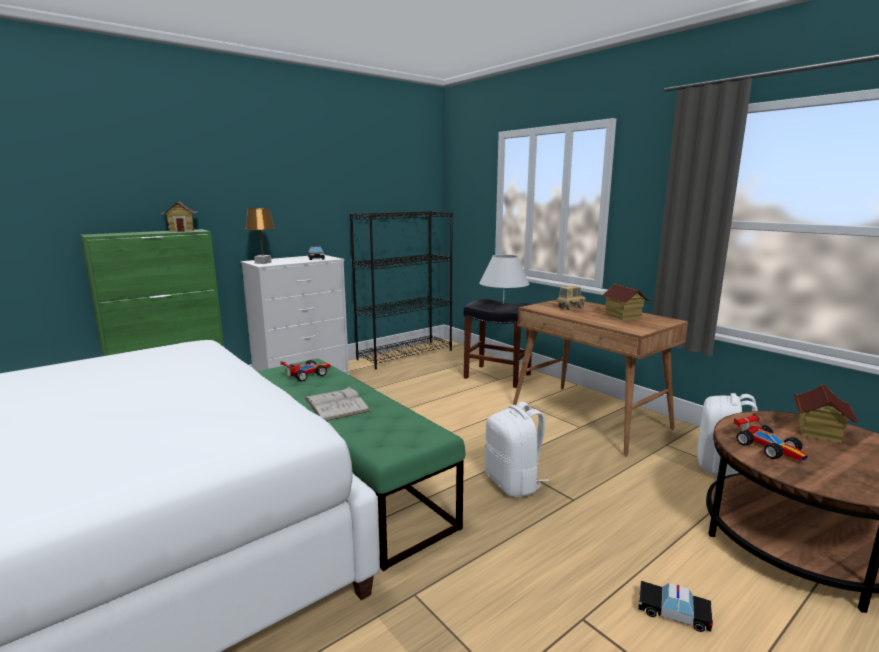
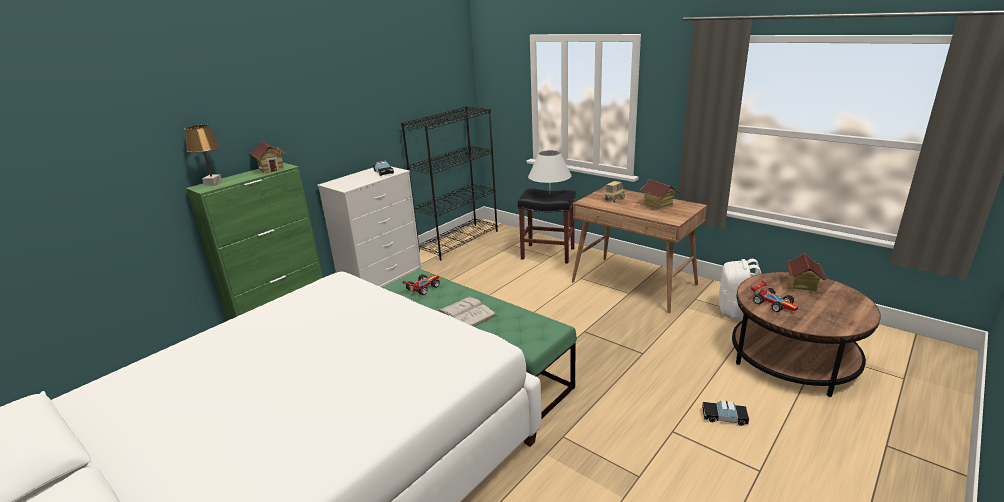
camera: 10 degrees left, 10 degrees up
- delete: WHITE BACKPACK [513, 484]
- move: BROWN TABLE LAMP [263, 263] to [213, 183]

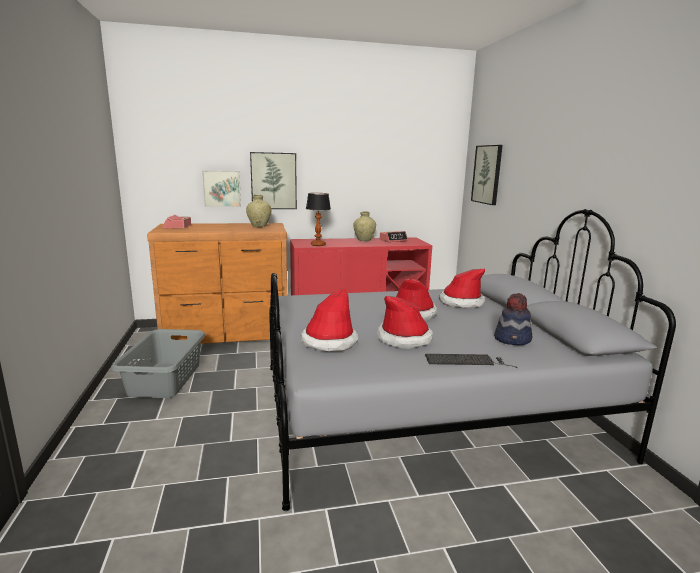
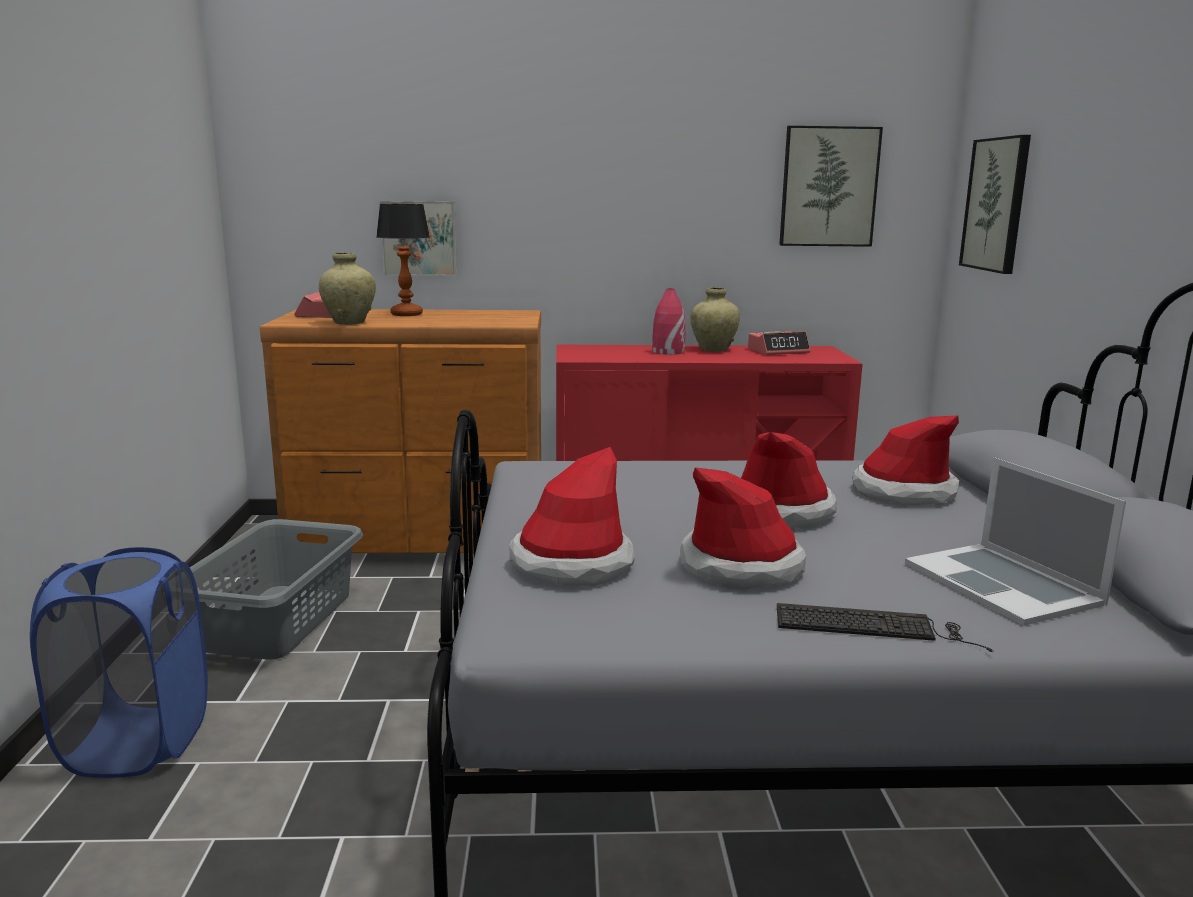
camera: 10 degrees right, 0 degrees up
- insert: BLUE LAUNDRY BASKET [137, 742]
- insert: RED VASE [668, 351]
- move: BEIGE VASE [259, 226] to [349, 322]
- move: PICTURE [273, 181] to [829, 187]
- move: TABLE LAMP [318, 245] to [406, 314]
- replace: HAT [513, 339] to LAPTOP [1002, 583]

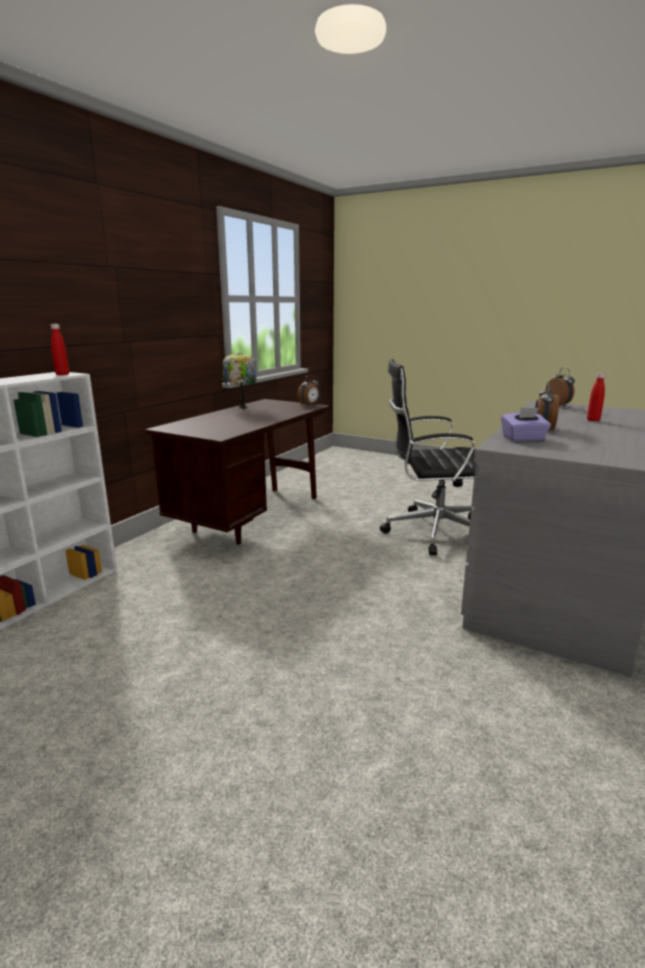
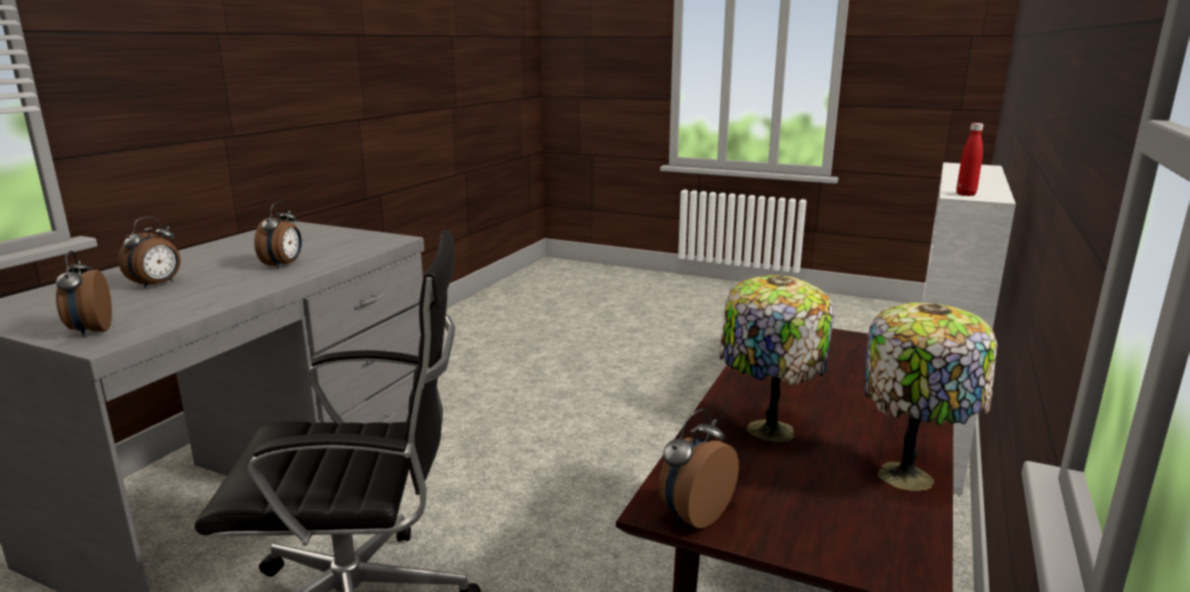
camera: 175 degrees right, 0 degrees up
- delete: PURPLE TISSUE BOX [523, 438]
- insert: TABLE LAMP [767, 431]
- replace: RED BOTTLE [593, 420] to ALARM CLOCK [157, 285]

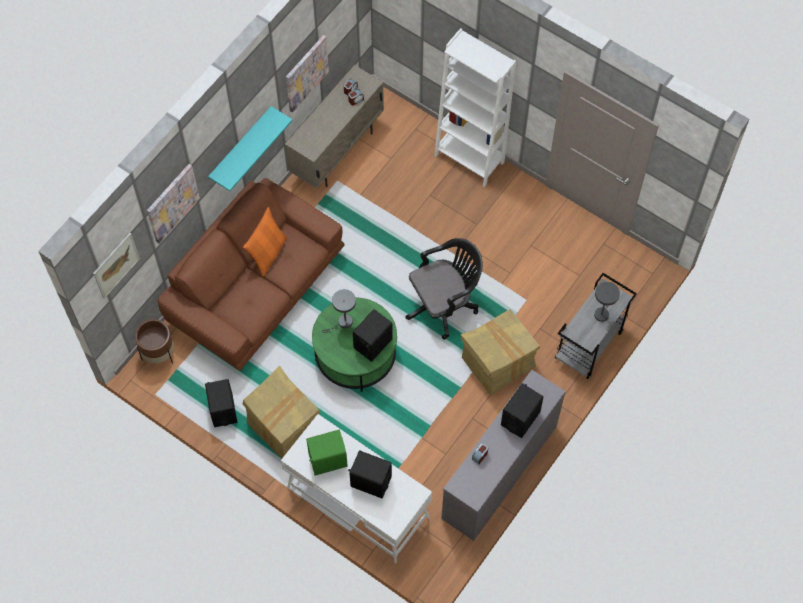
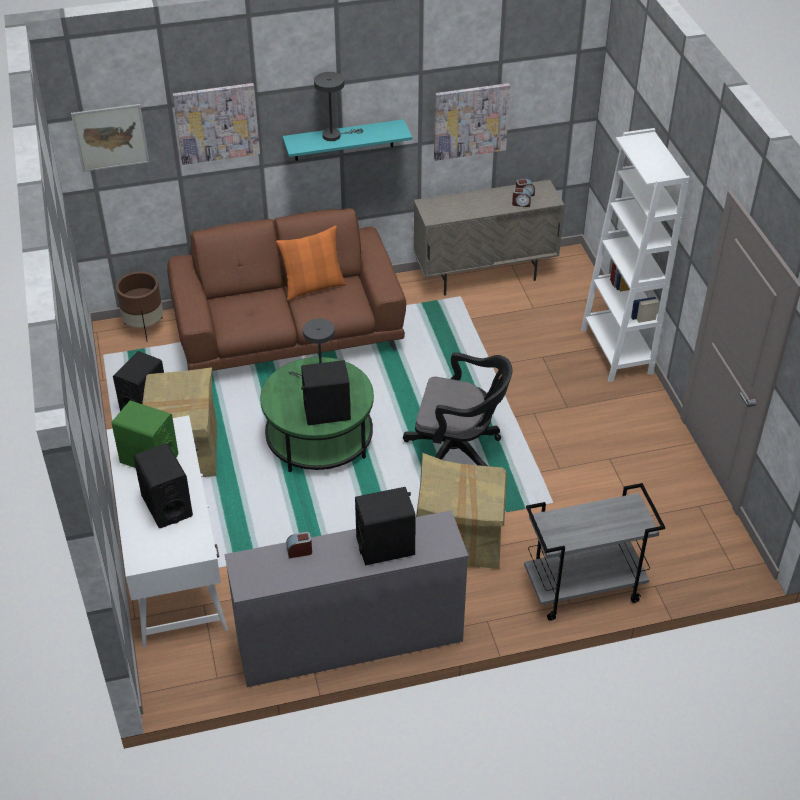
camera: 40 degrees right, 20 degrees down
- move: GREY TABLE LAMP [602, 312] to [334, 135]

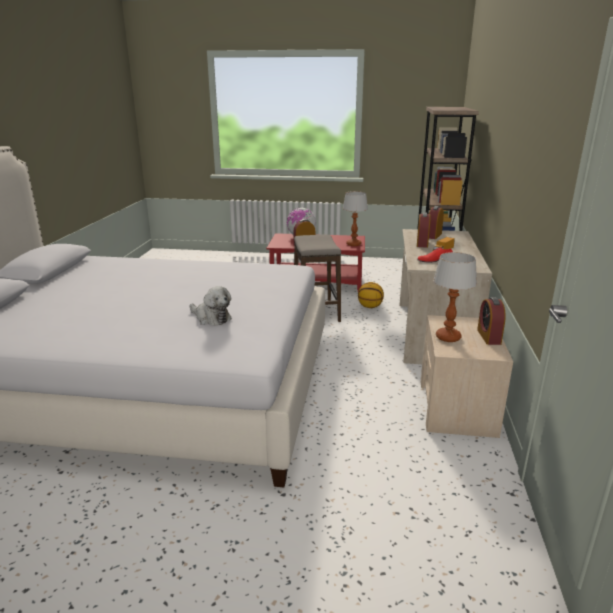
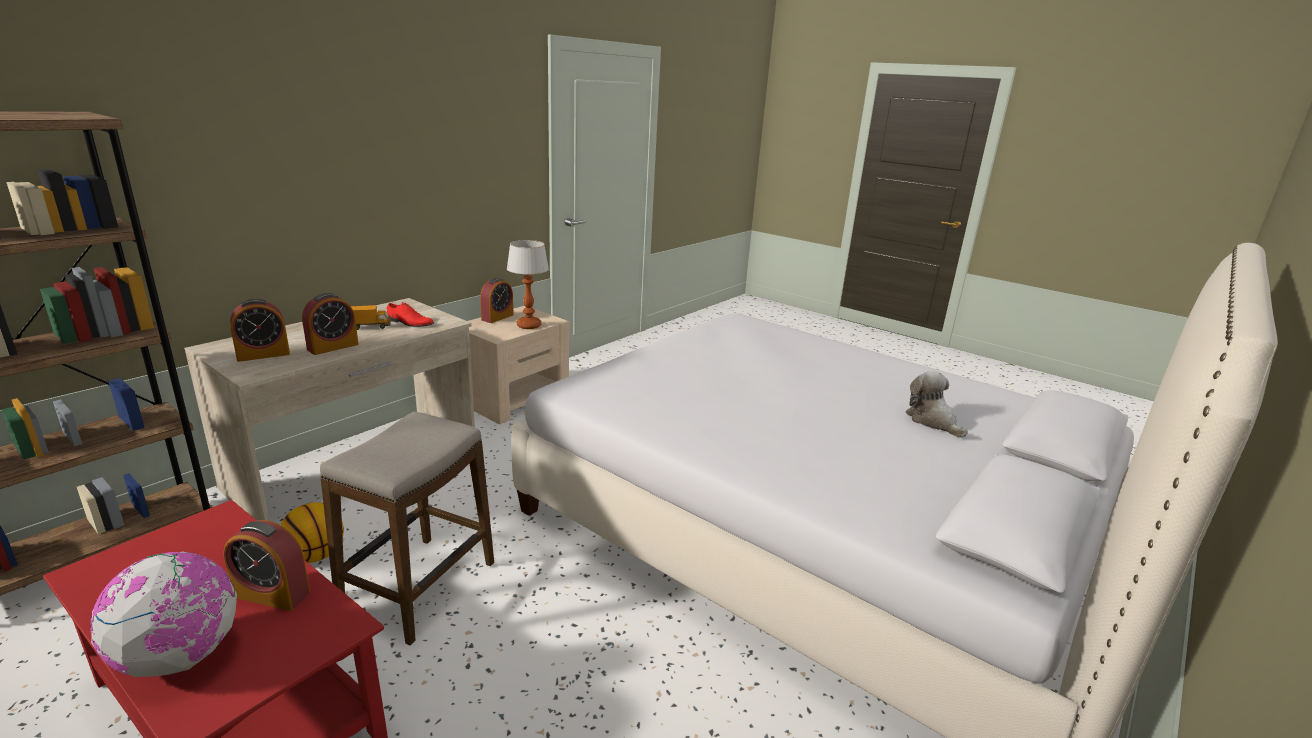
camera: 150 degrees left, 0 degrees up
- delete: TABLE LAMP [353, 244]
- move: PLUSH TOY [211, 318] to [933, 421]

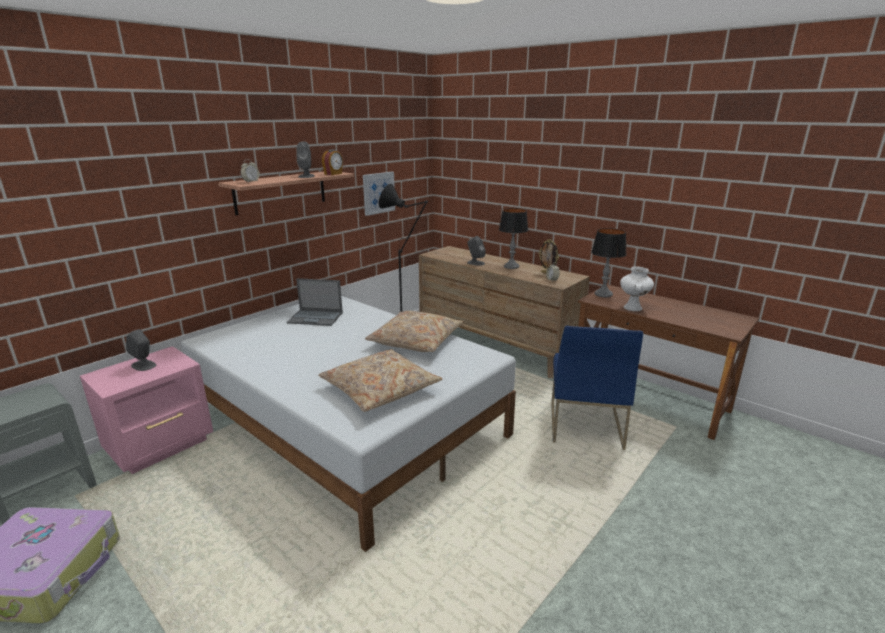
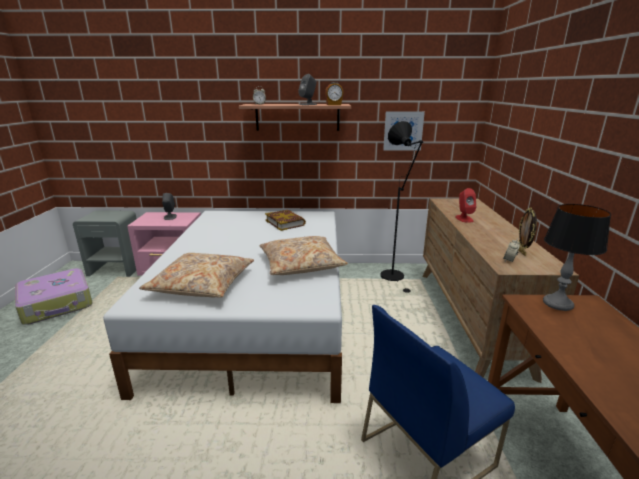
camera: 50 degrees right, 0 degrees up
- delete: TABLE LAMP [511, 266]
- delete: WHITE VASE [633, 308]
- replace: LAPTOP [316, 318] to BOOK [285, 223]
- recolor: GREY SPEAKER [475, 263] to RED SPEAKER [464, 218]

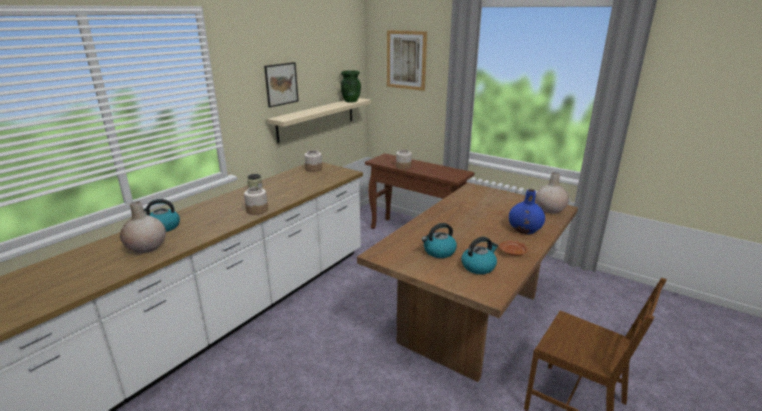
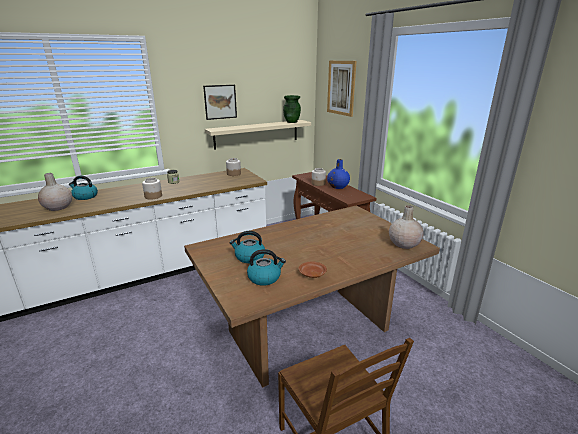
camera: 25 degrees right, 0 degrees up
- move: BLUE VASE [525, 229] to [338, 186]

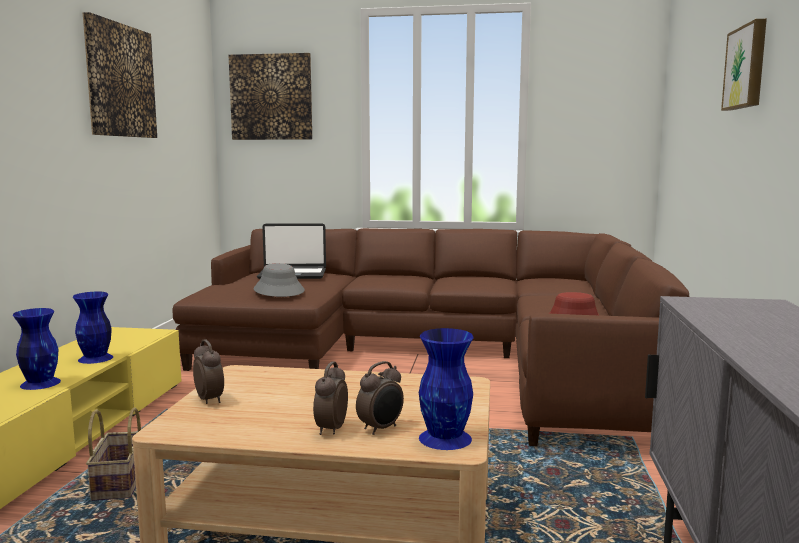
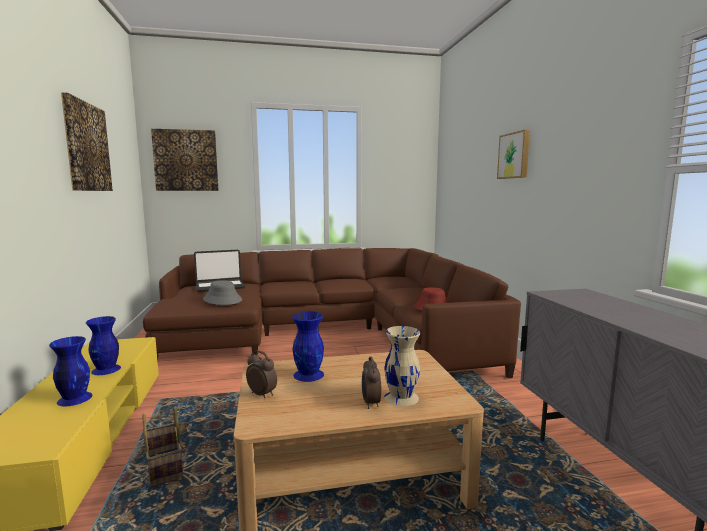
camera: 20 degrees left, 0 degrees up
- move: BLUE VASE [446, 438] to [309, 374]
- replace: ALARM CLOCK [381, 429] to BEIGE VASE [401, 397]

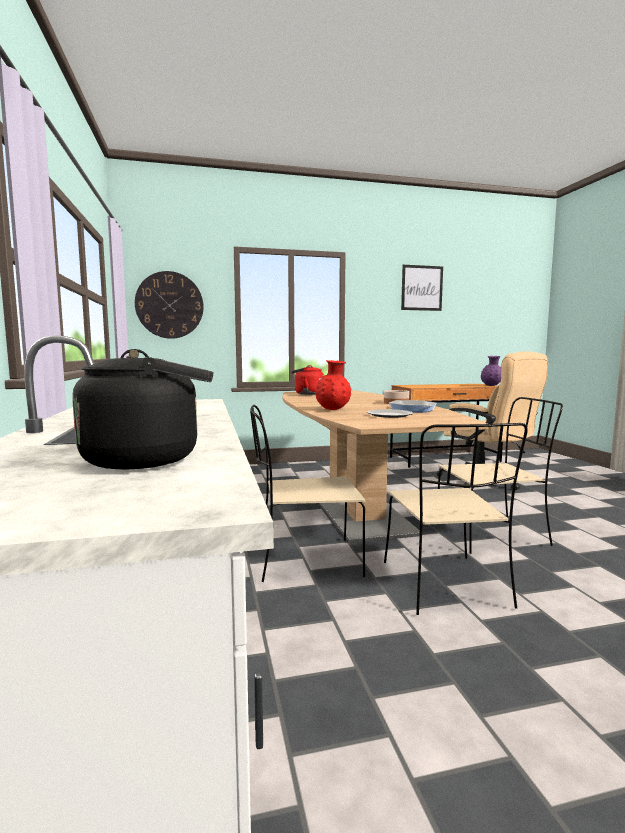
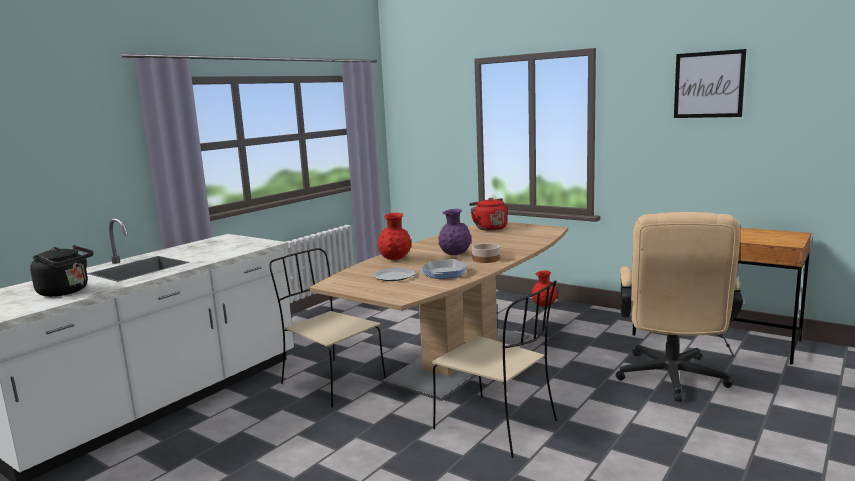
camera: 50 degrees right, 5 degrees up
- delete: WALL CLOCK [169, 305]
- delete: BEIGE CHAIR [446, 585]
- insert: RED VASE [544, 306]
- move: PURPLE VASE [491, 386] to [455, 255]

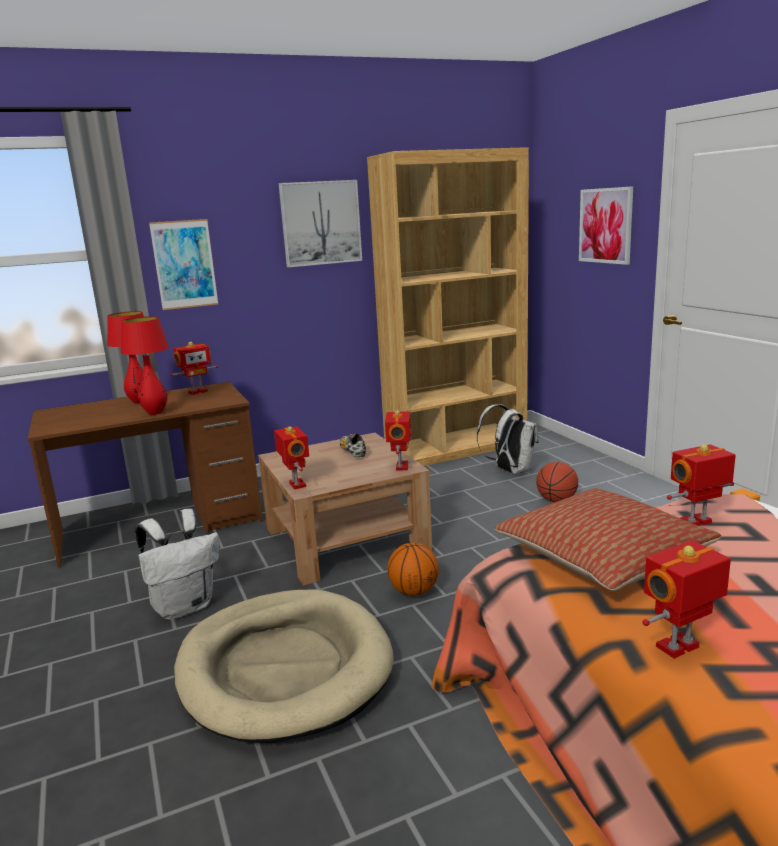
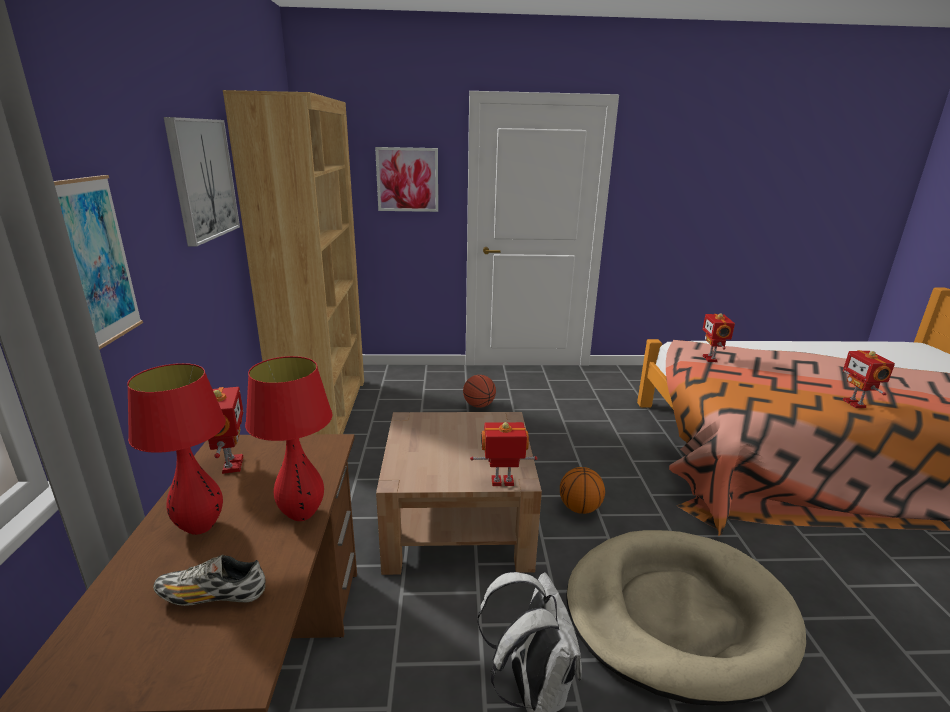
camera: 70 degrees left, 5 degrees up
- delete: TOY ROBOT [400, 467]
- delete: WHITE BACKPACK [510, 471]
- delete: PILLOW [602, 557]
- move: SHOE [352, 452] to [212, 596]

